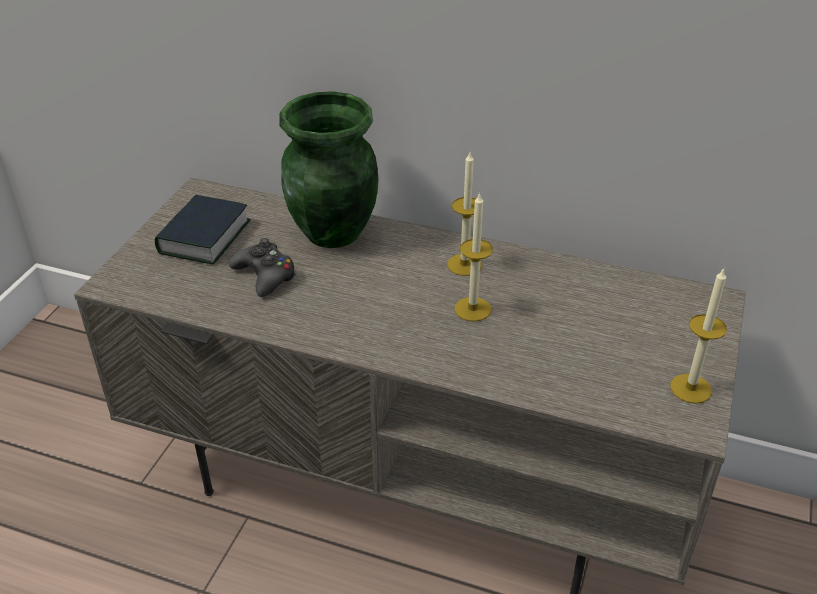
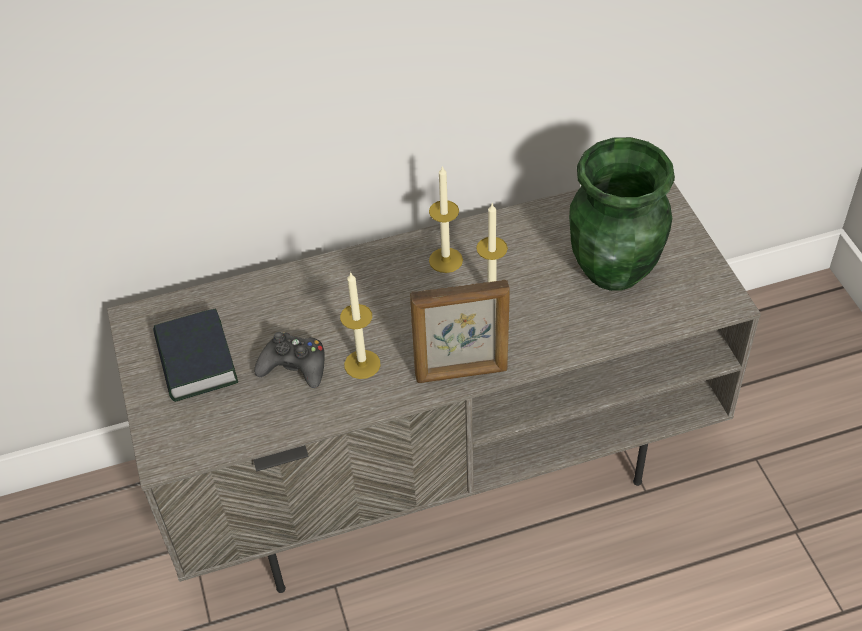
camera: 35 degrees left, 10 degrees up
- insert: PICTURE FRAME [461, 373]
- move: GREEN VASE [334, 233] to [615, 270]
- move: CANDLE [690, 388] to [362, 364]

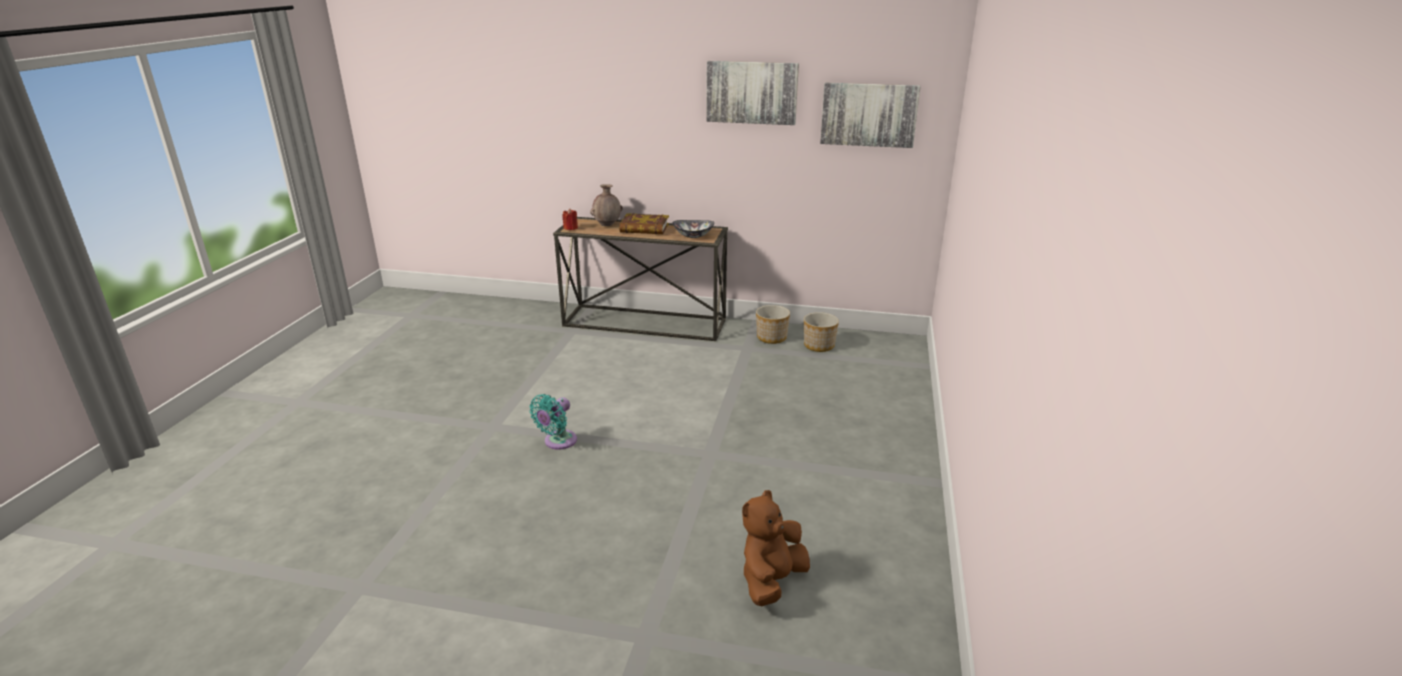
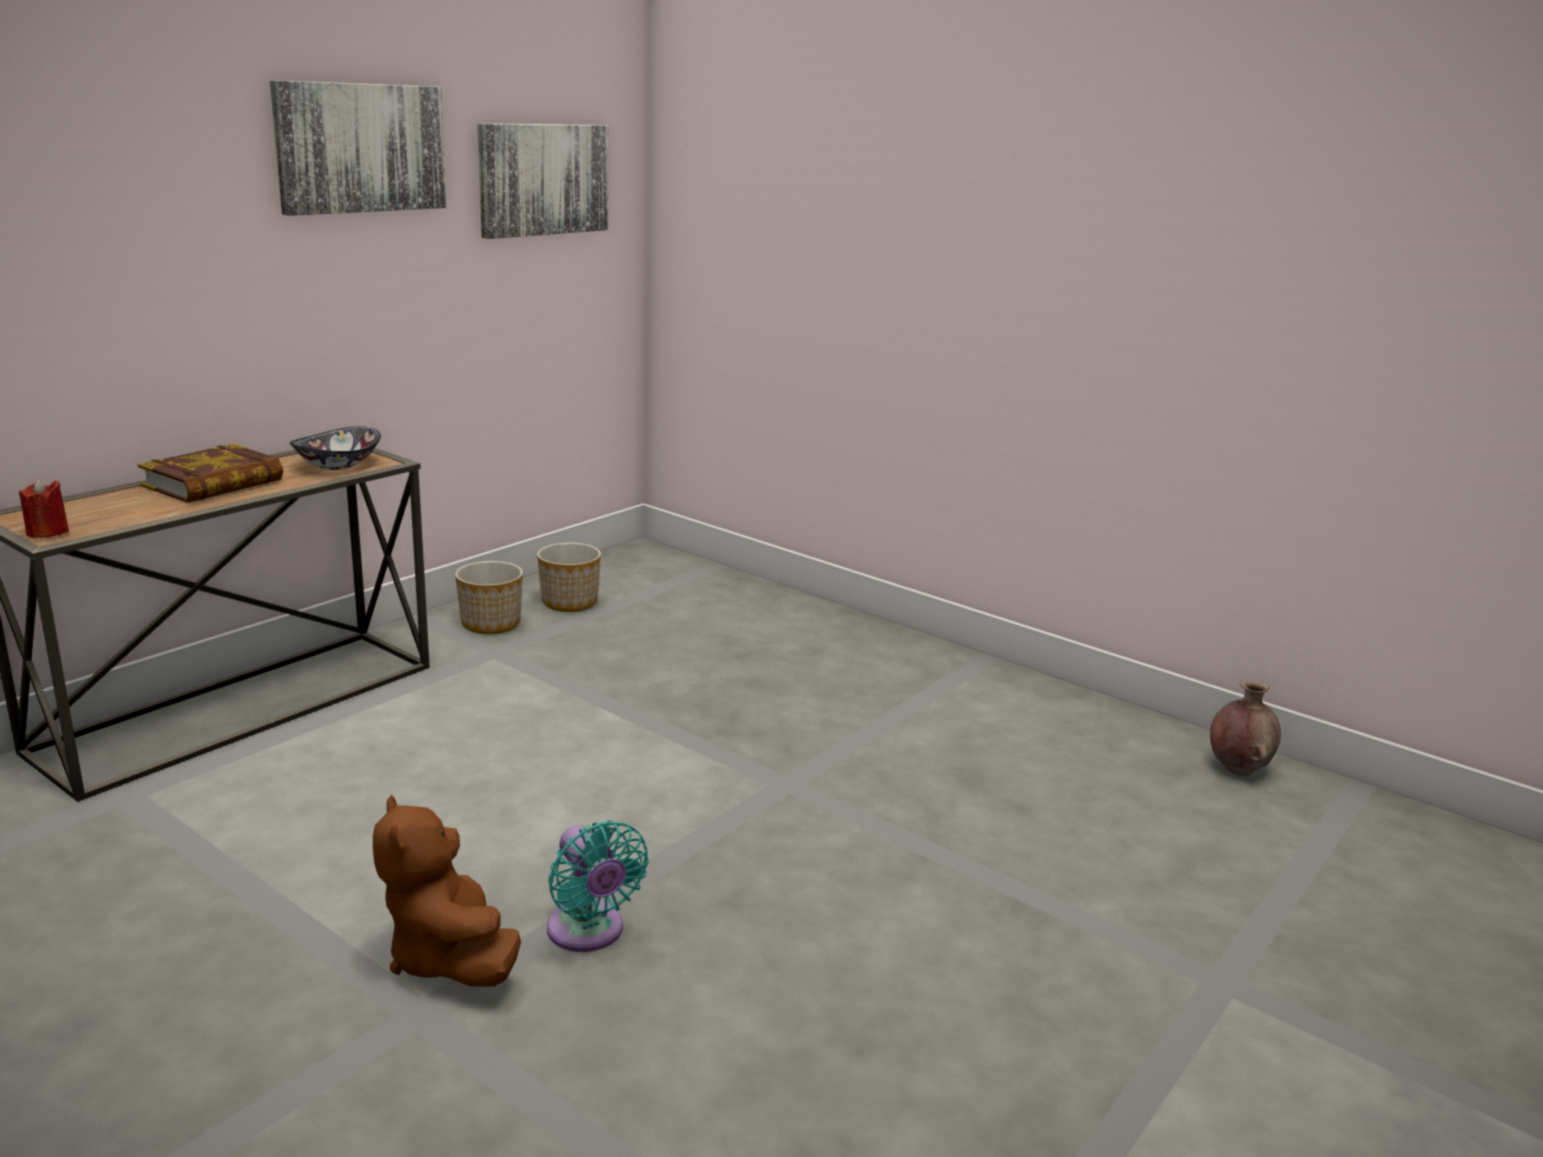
camera: 65 degrees left, 5 degrees down
- move: BROWN VASE [607, 225] to [1237, 769]
- move: BROWN PLUSH TOY [771, 581] to [448, 957]

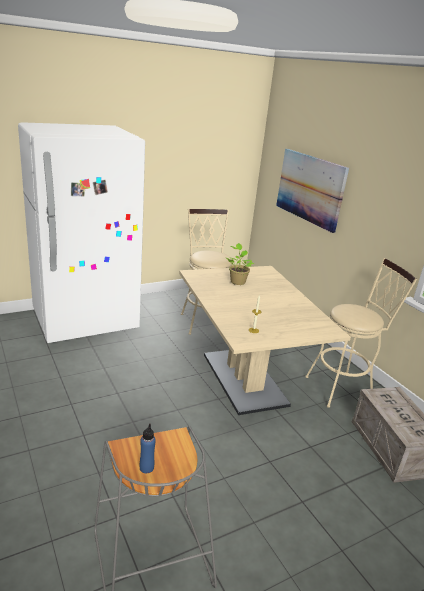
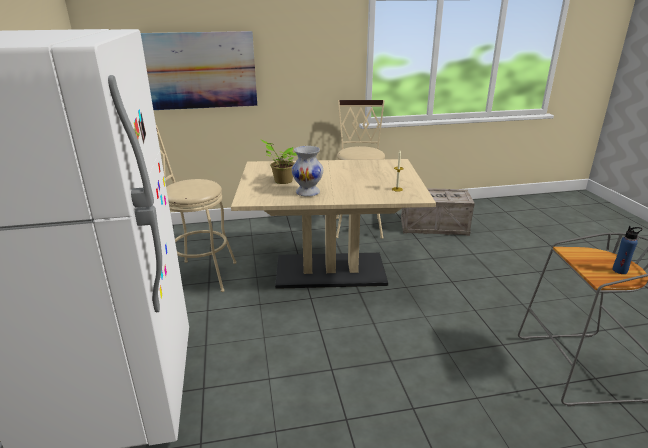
camera: 70 degrees left, 0 degrees up
- insert: WHITE VASE [307, 192]

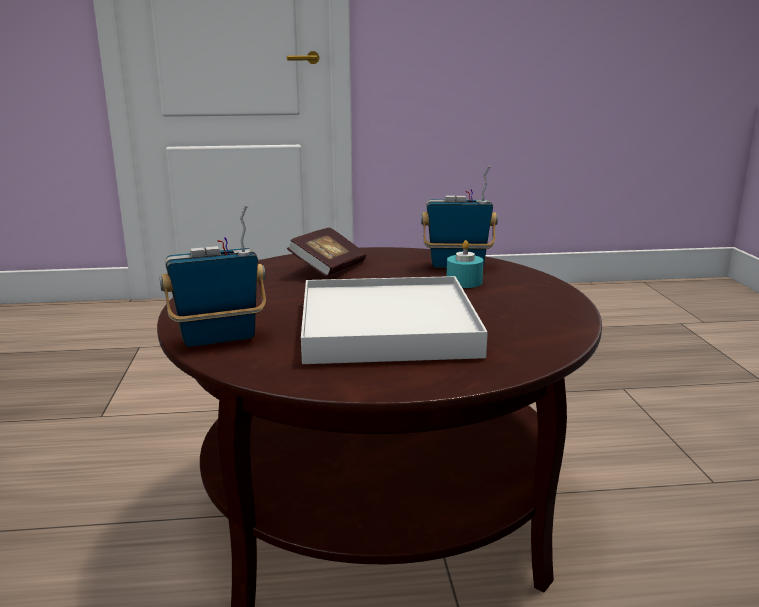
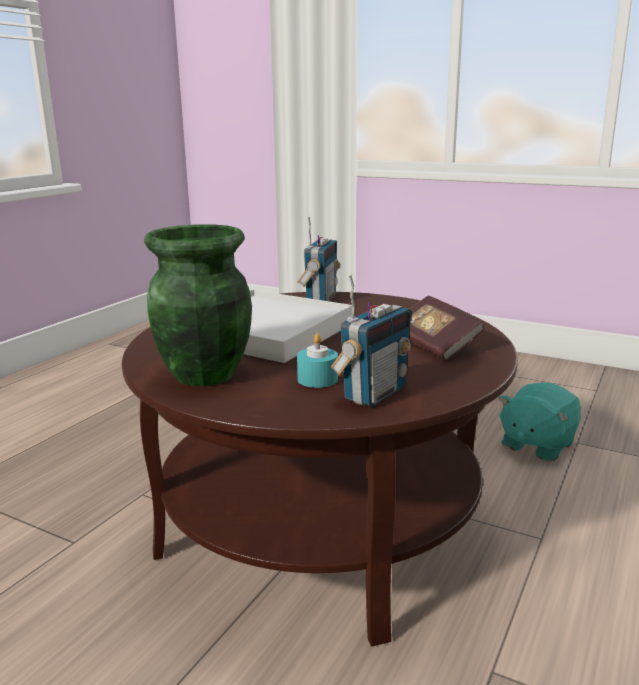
camera: 125 degrees right, 0 degrees up
- insert: GREEN VASE [204, 375]
- insert: TURQUOISE PLUSH TOY [536, 445]

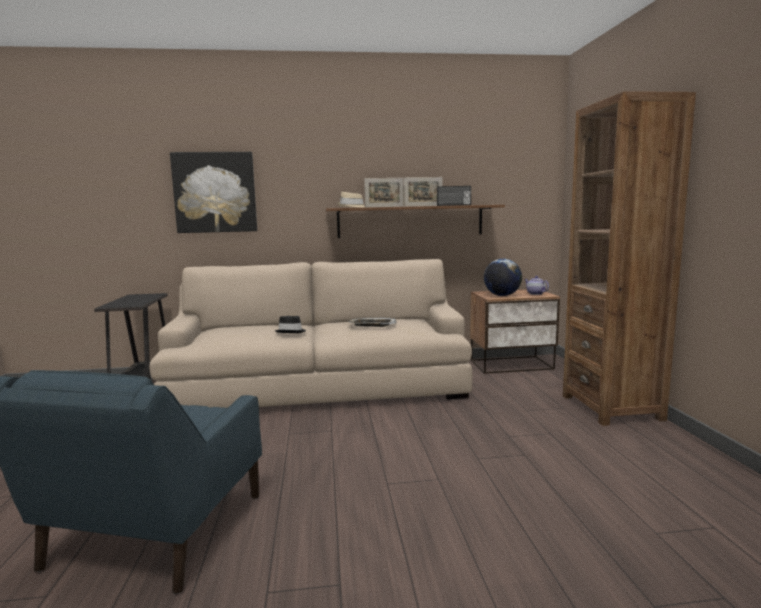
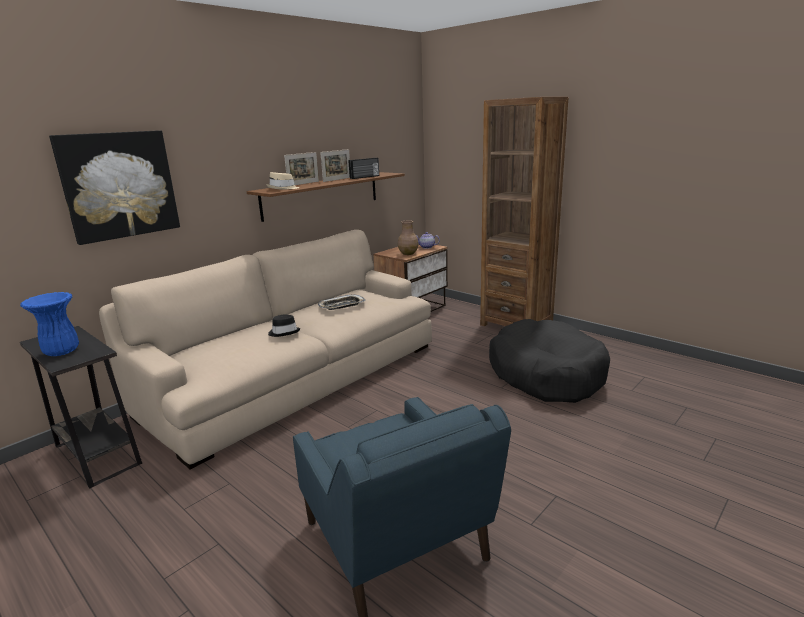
camera: 40 degrees left, 10 degrees up
- insert: BLUE VASE [63, 351]
- insert: BLACK DOG BED [545, 374]
- replace: GLOBE [502, 295] to BROWN VASE [408, 253]

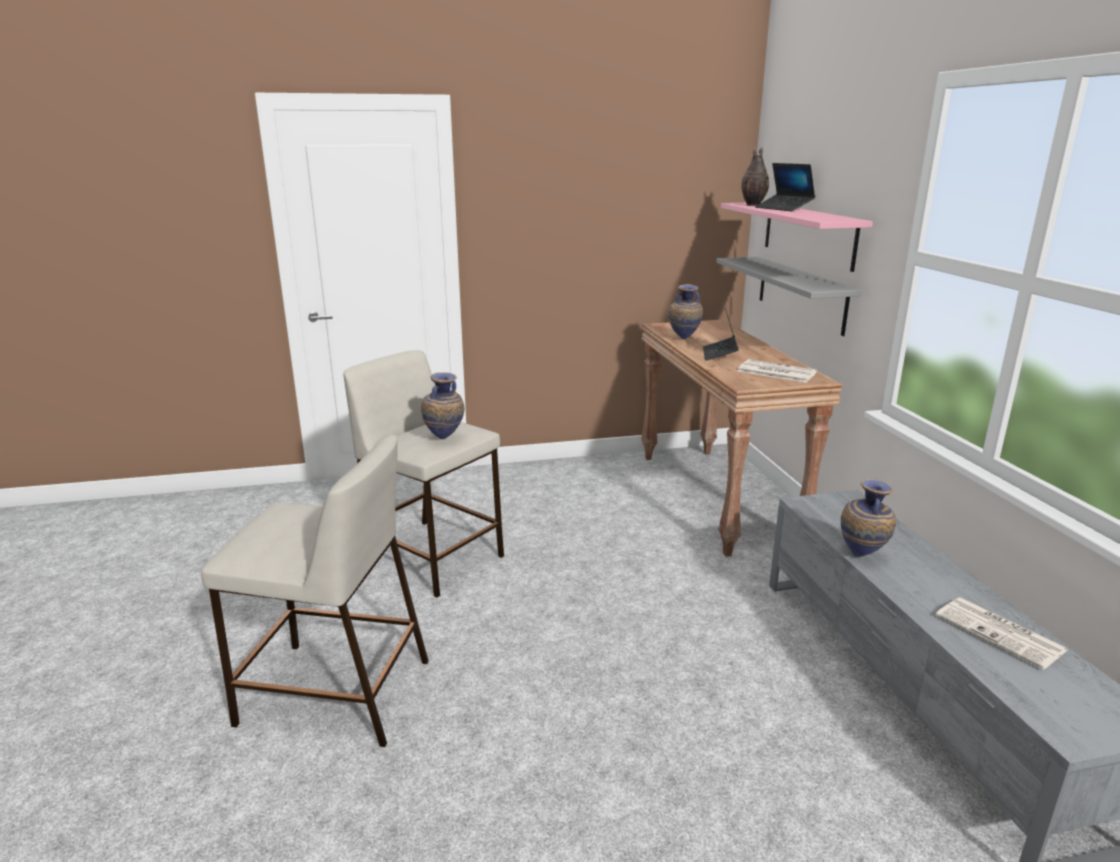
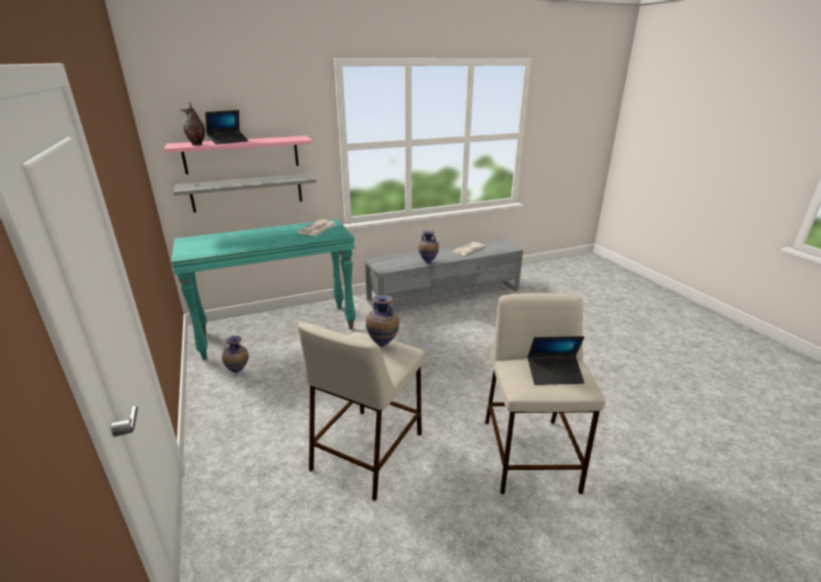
camera: 100 degrees left, 5 degrees up
- move: VASE [683, 339] to [239, 372]
- move: LAPTOP [719, 354] to [554, 374]
- recolor: BROWN CONSOLE TABLE [717, 497] to TURQUOISE CONSOLE TABLE [278, 330]

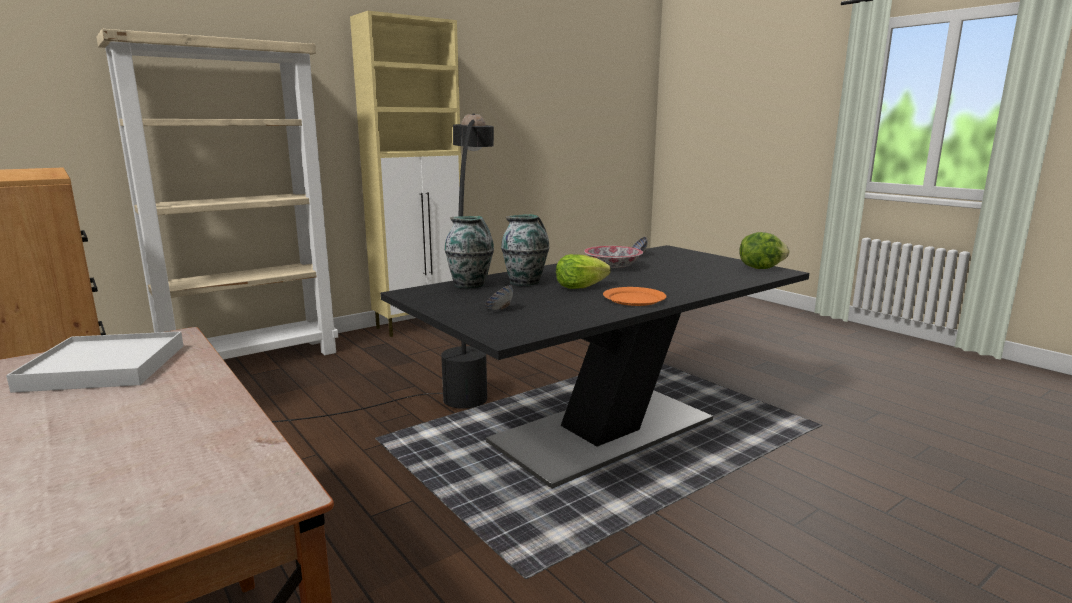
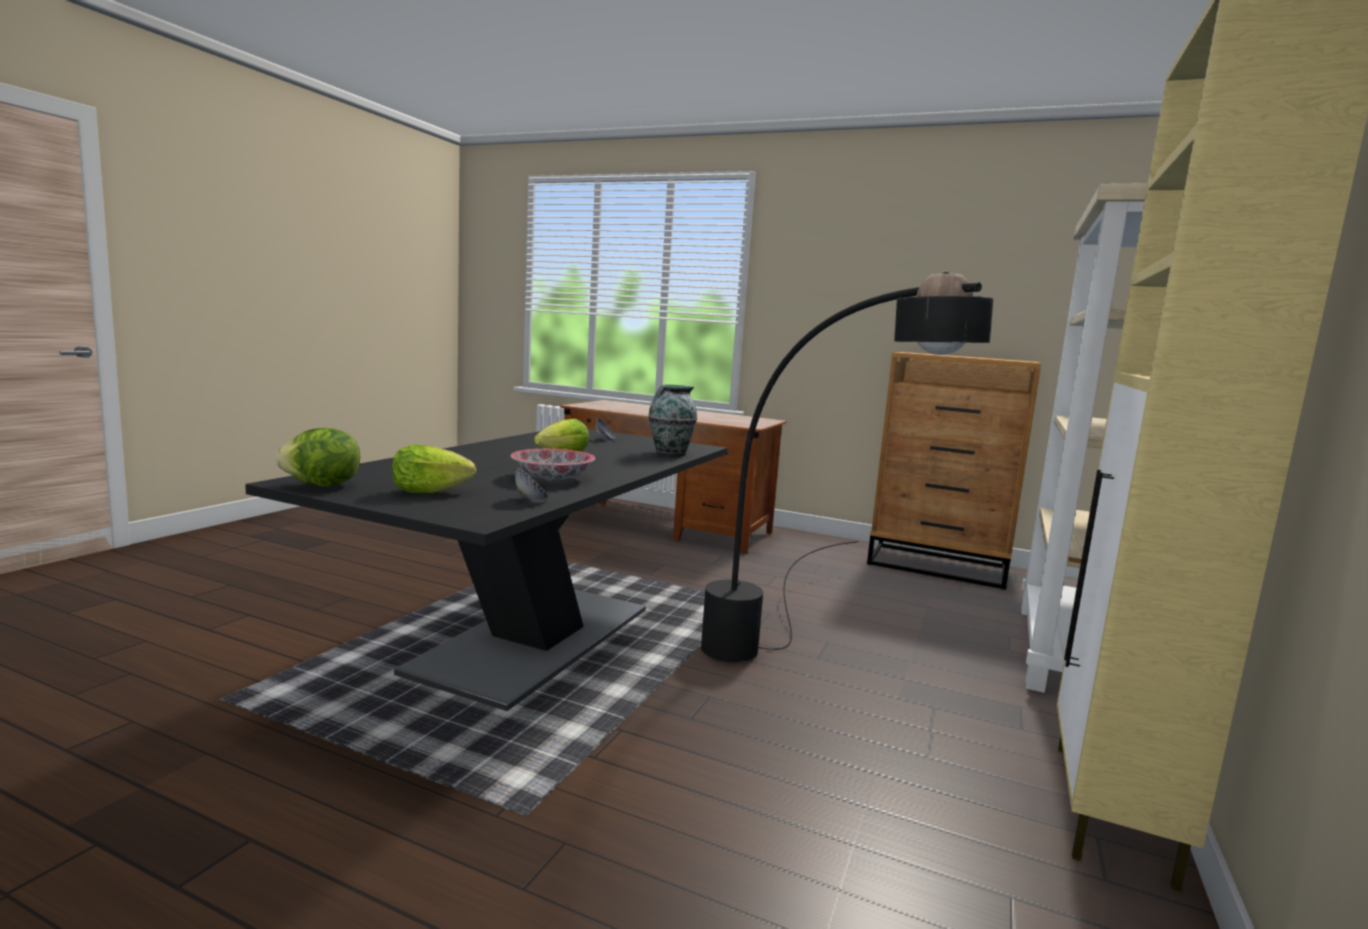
camera: 150 degrees right, 5 degrees down
- delete: WHITE TRAY [104, 367]
- delete: VASE [525, 282]
- delete: ORANGE PLATE [634, 299]
- insert: LETTUCE [429, 492]

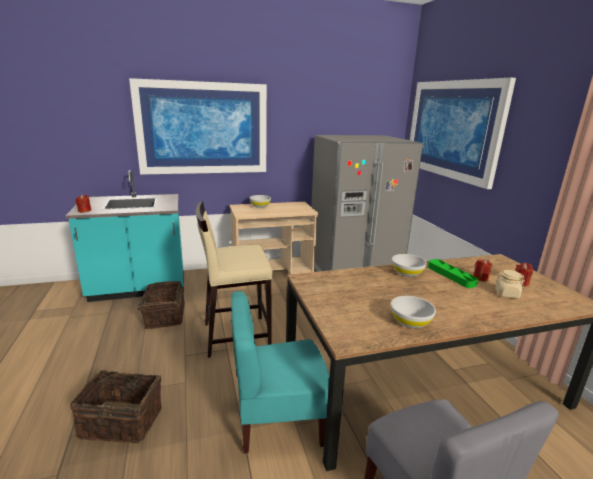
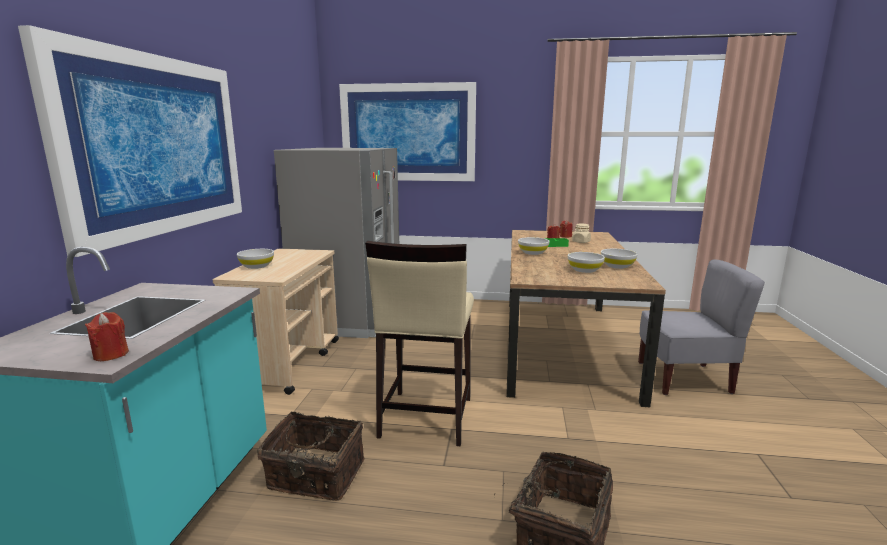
camera: 65 degrees left, 5 degrees down
- delete: TURQUOISE CHAIR [278, 420]
- insert: WHITE BOWL [584, 270]

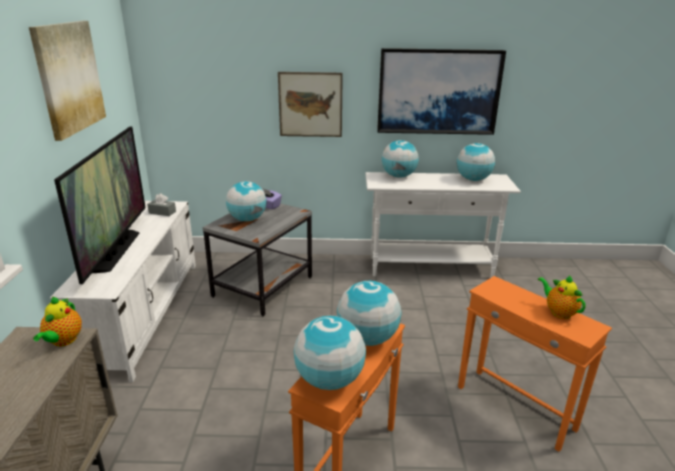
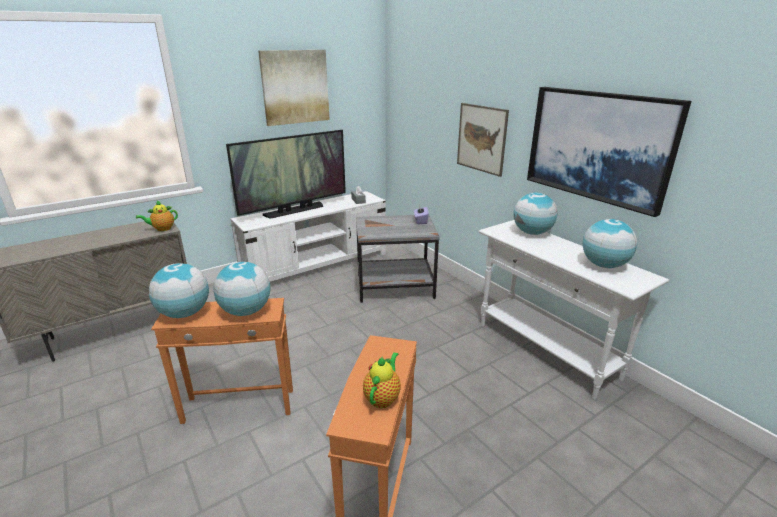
camera: 55 degrees right, 0 degrees up
- delete: GLOBE [247, 219]

